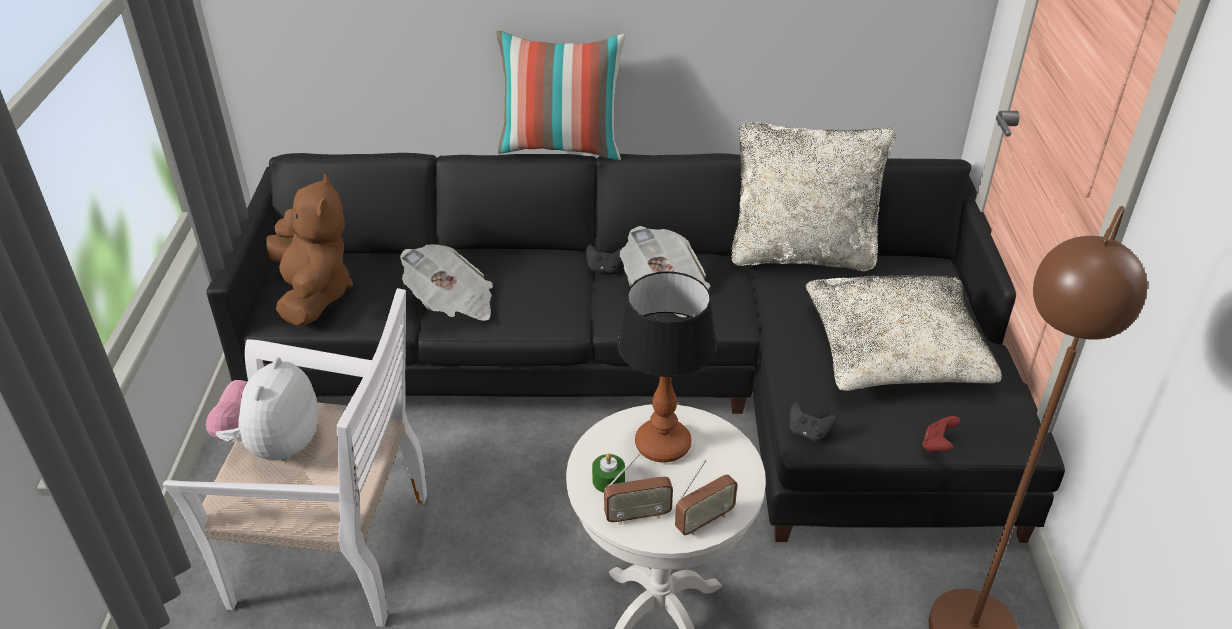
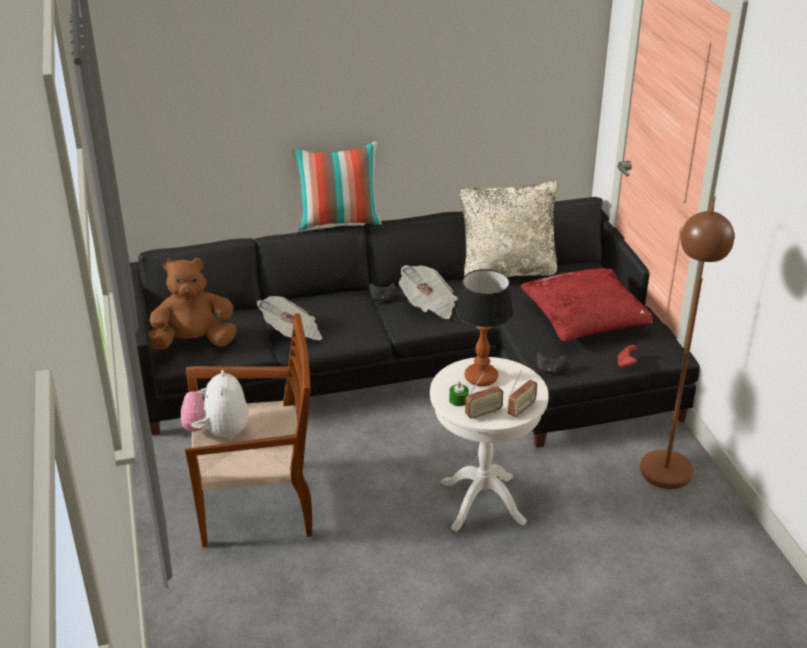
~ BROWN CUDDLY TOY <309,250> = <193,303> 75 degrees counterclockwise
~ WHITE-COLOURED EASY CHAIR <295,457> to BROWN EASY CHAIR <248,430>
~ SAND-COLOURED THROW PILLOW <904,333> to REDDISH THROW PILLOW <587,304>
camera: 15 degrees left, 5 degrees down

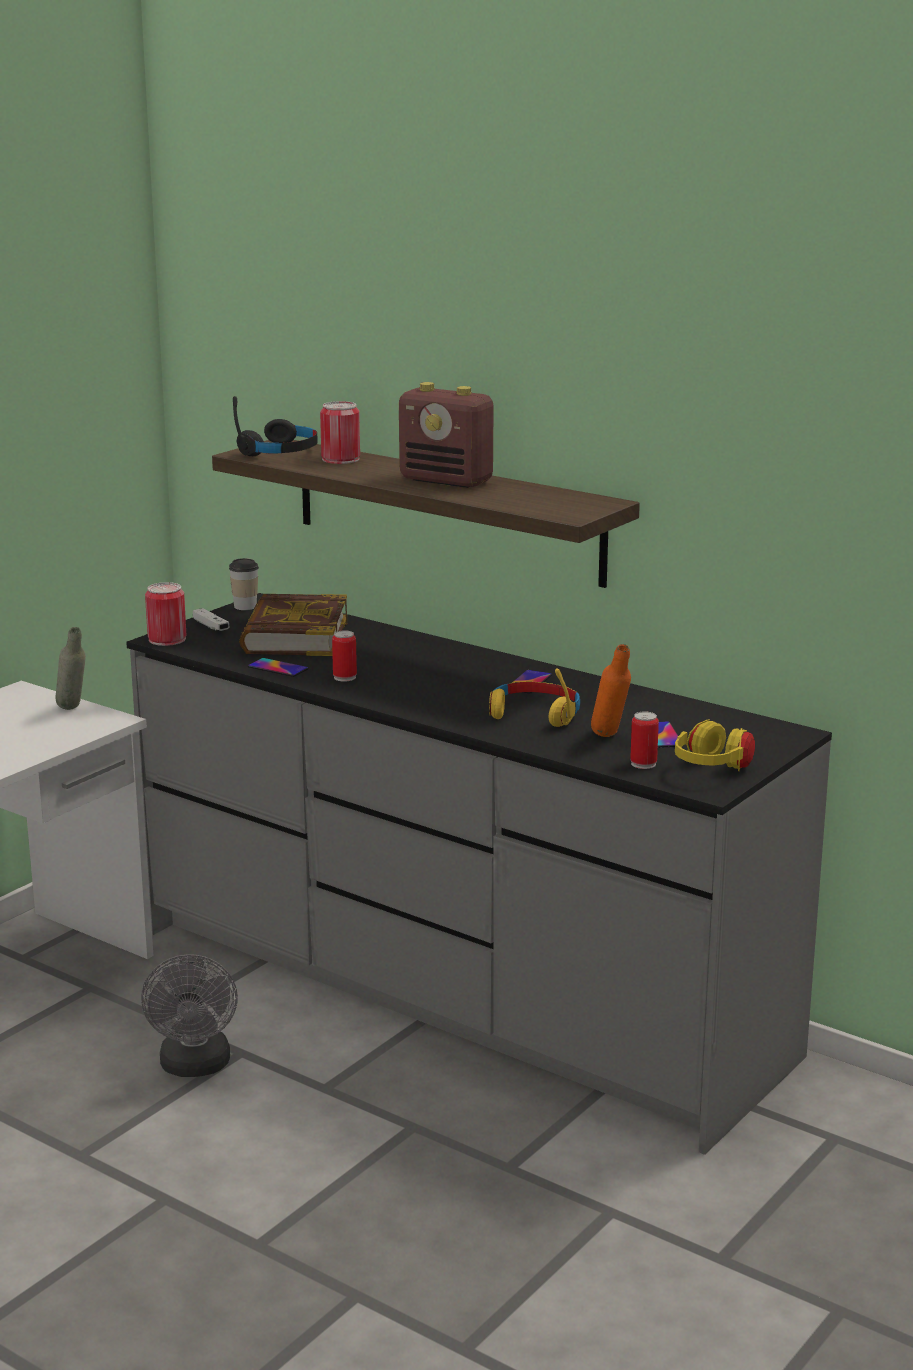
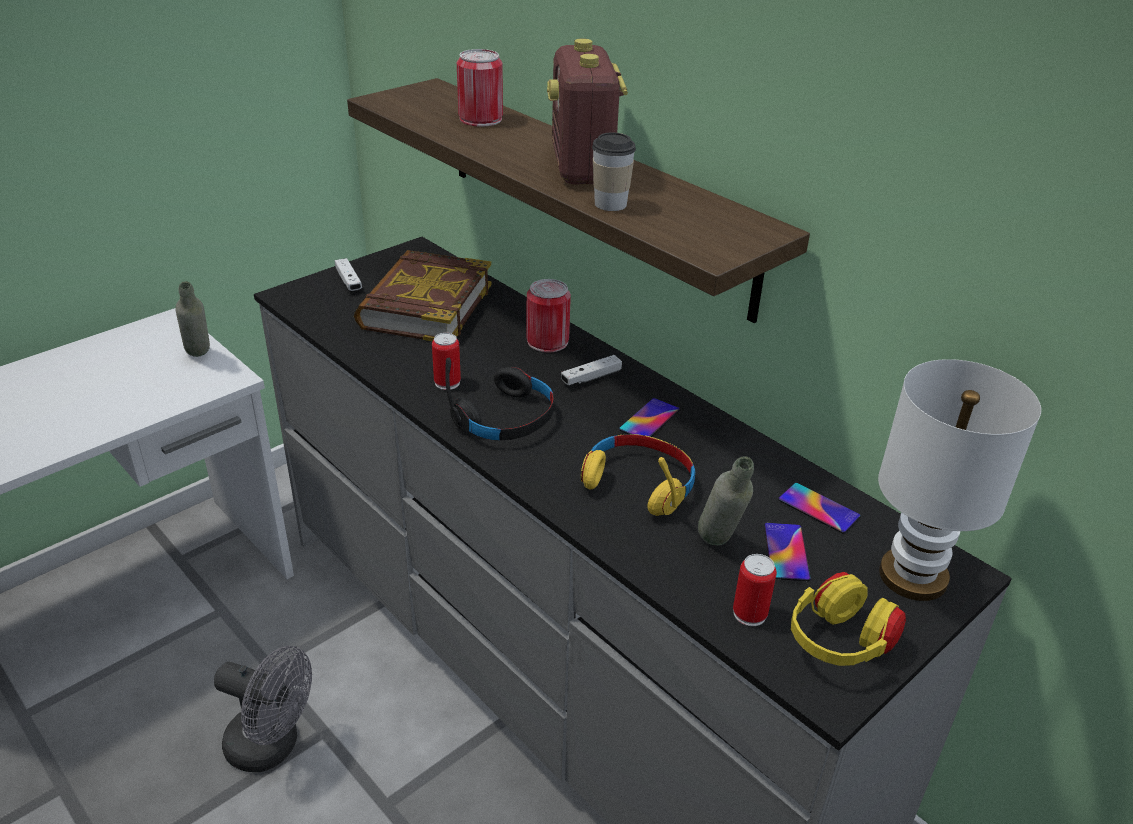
~ GREYISH ELECTRIC FAN <189,1015> = <263,709> 75 degrees counterclockwise
~ BLACKISH HEADPHONES <275,426> to <499,399>
~ SEALED CAN <165,614> to <548,316>
~ RADIO <446,435> = <587,111> 45 degrees clockwise
+ WHITE-COLOURED GAMEPAD <591,370>
~ SMALL CUP <244,584> to <614,171>
~ ORANGE BOTTLE <611,690> to GREYISH BOTTLE <726,500>
~ TELEPHONE <278,667> to <819,508>
+ WHITE-COLOURED LAMP FOR A TABLE <959,480>
camera: 10 degrees right, 15 degrees up

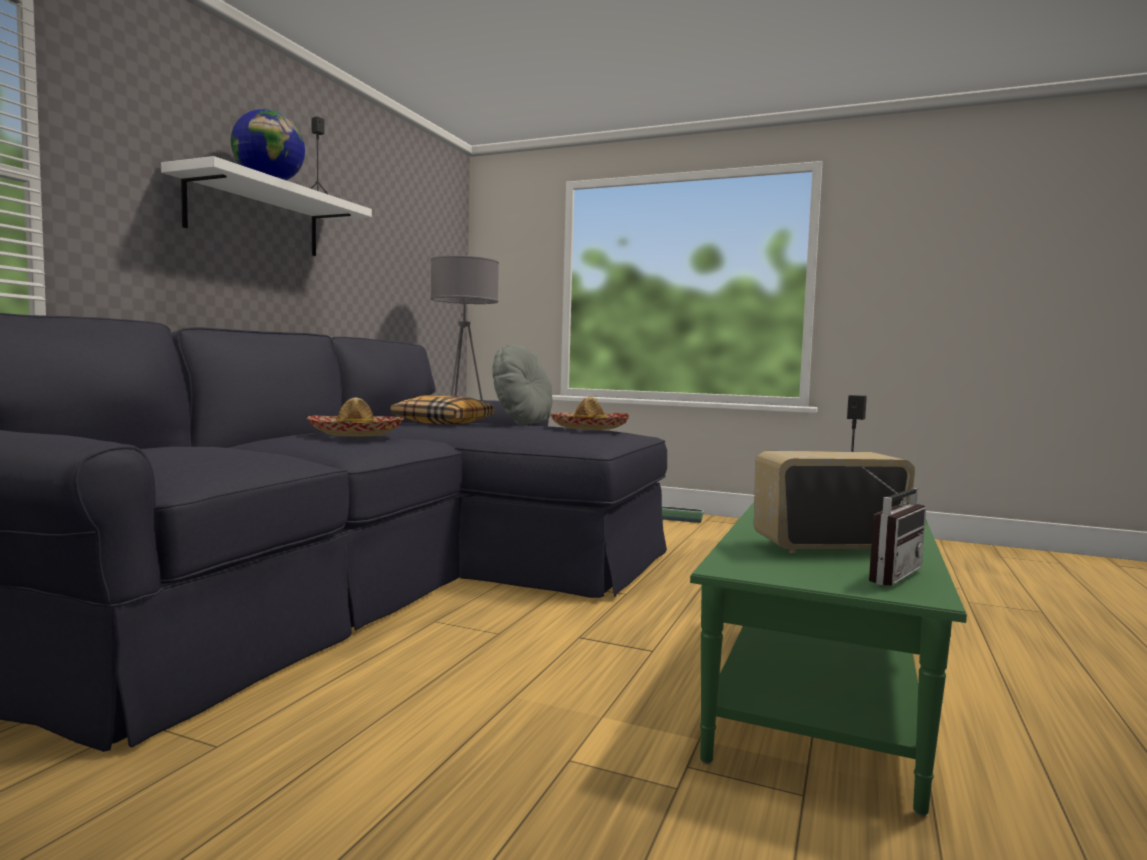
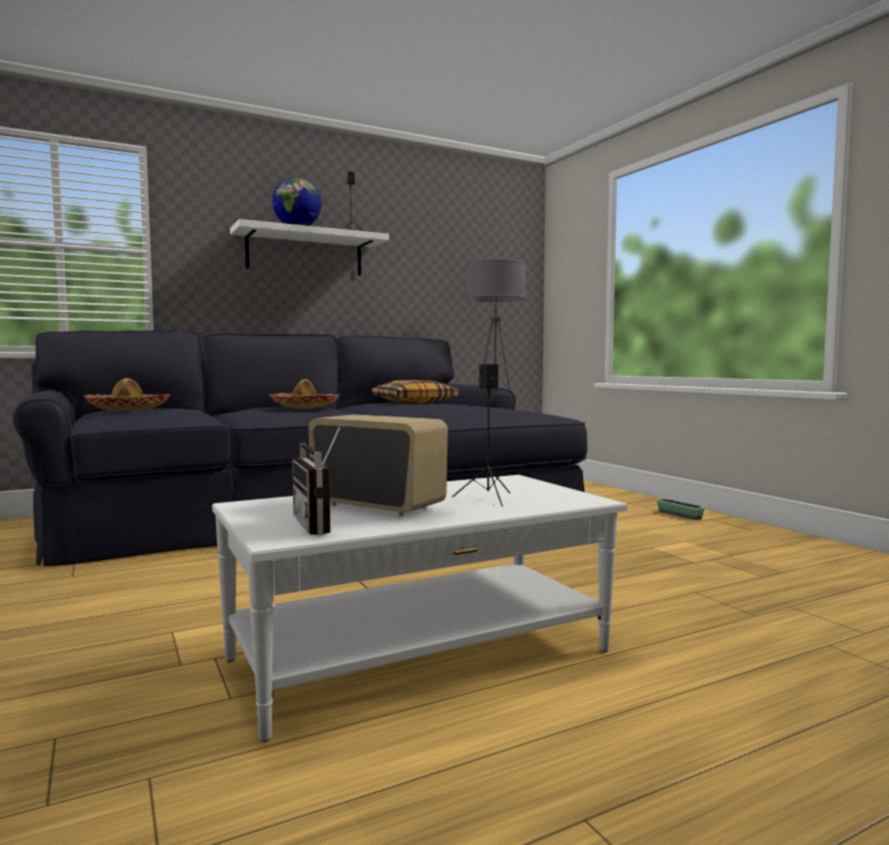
~ CLOTHING HAT <590,413> to <127,394>
~ GREEN COFFEE TABLE <828,659> to WHITE-COLOURED COFFEE TABLE <419,608>
~ RADIO <894,526> = <316,479> 75 degrees clockwise
- GREYISH THROW PILLOW <522,385>
camera: 40 degrees right, 0 degrees up

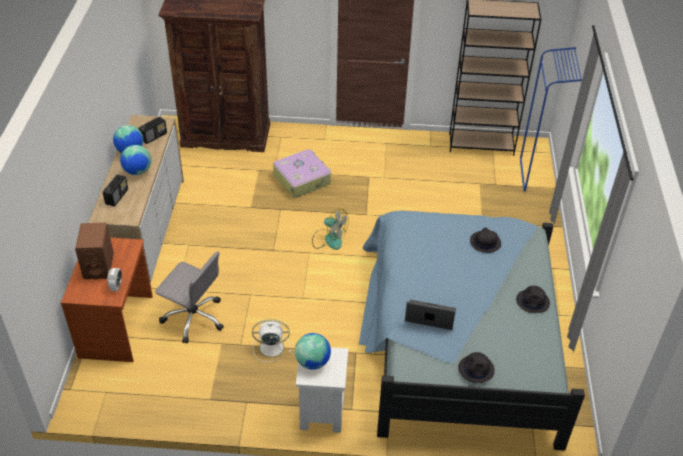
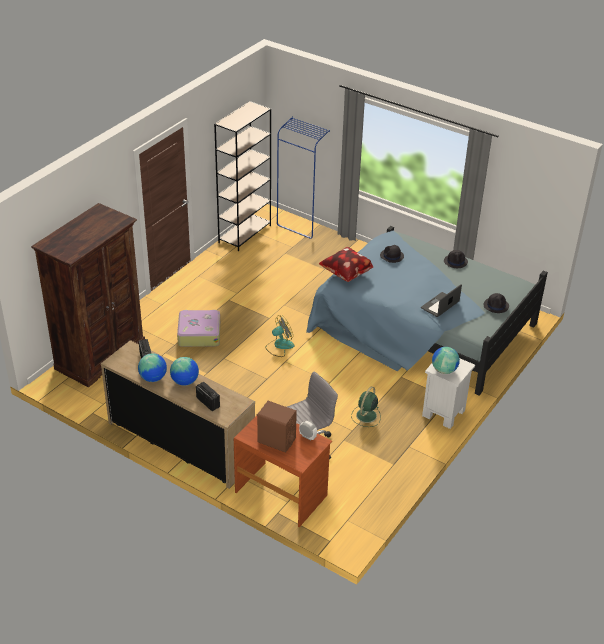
+ THROW PILLOW <346,264>
~ WHITE-COLOURED ELECTRIC FAN <271,340> to GREEN ELECTRIC FAN <366,406>
camera: 60 degrees left, 5 degrees down

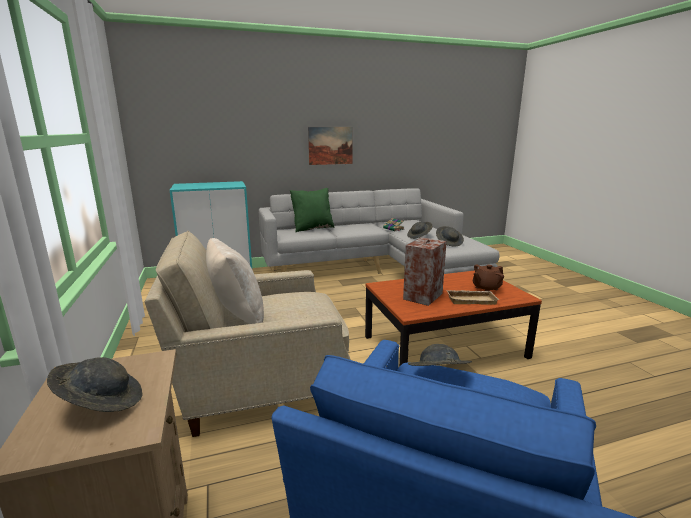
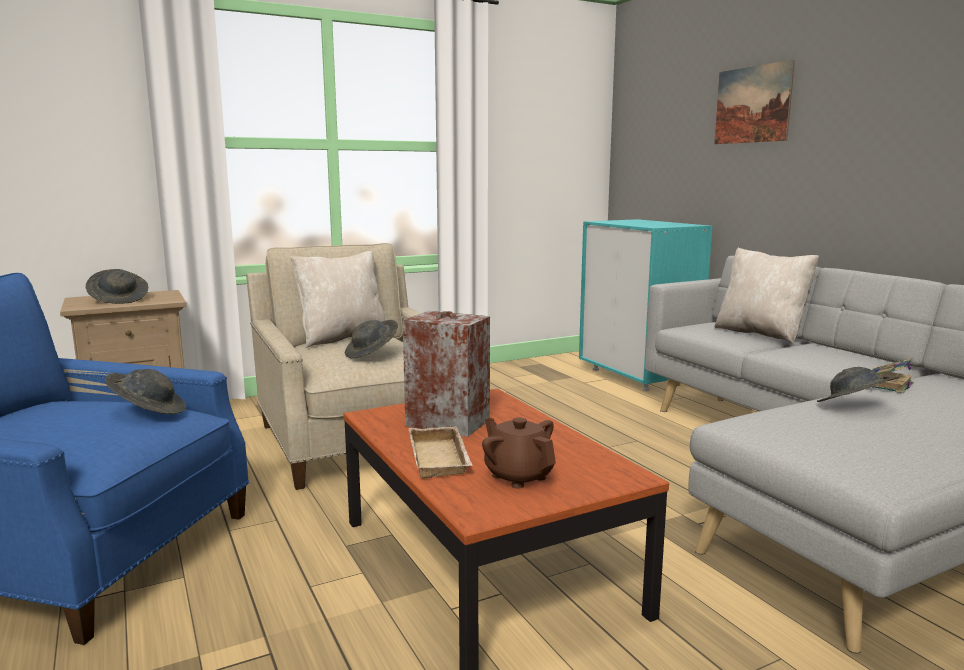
~ GREYISH CLOTHING HAT <450,236> to <371,339>
~ WALL PICTURE <330,146> to <754,102>
~ GREEN THROW PILLOW <312,210> to SAND-COLOURED THROW PILLOW <767,296>
camera: 80 degrees right, 5 degrees down

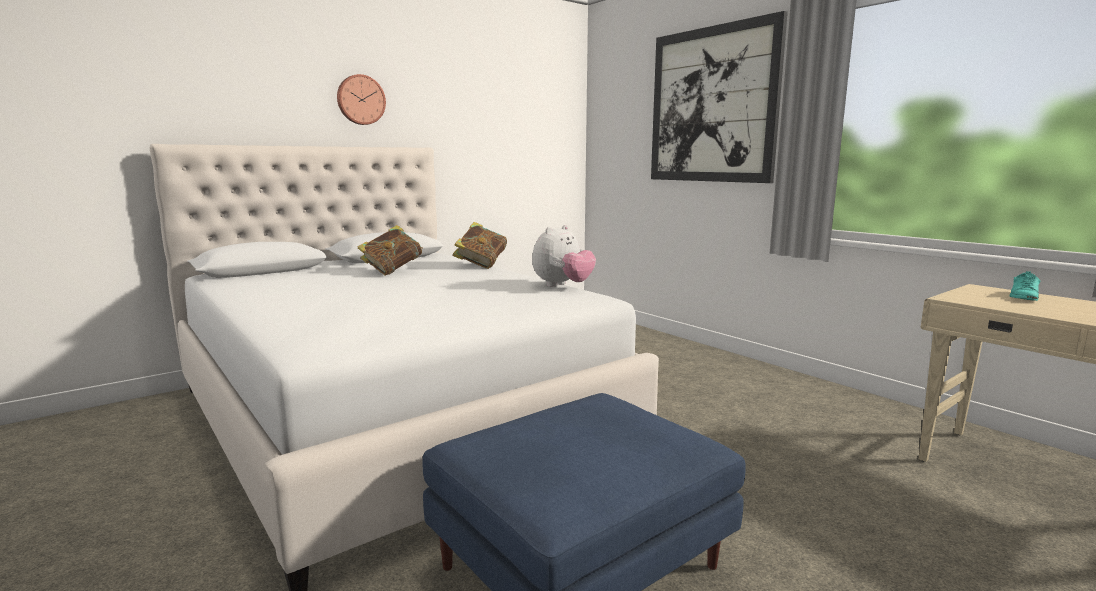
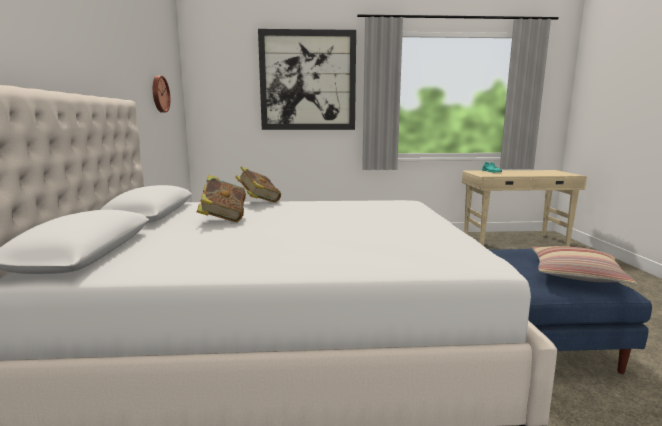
~ HANGING CLOCK <361,99> to <161,94>
+ THROW PILLOW <584,265>
- CUDDLY TOY <564,256>
camera: 55 degrees left, 0 degrees up

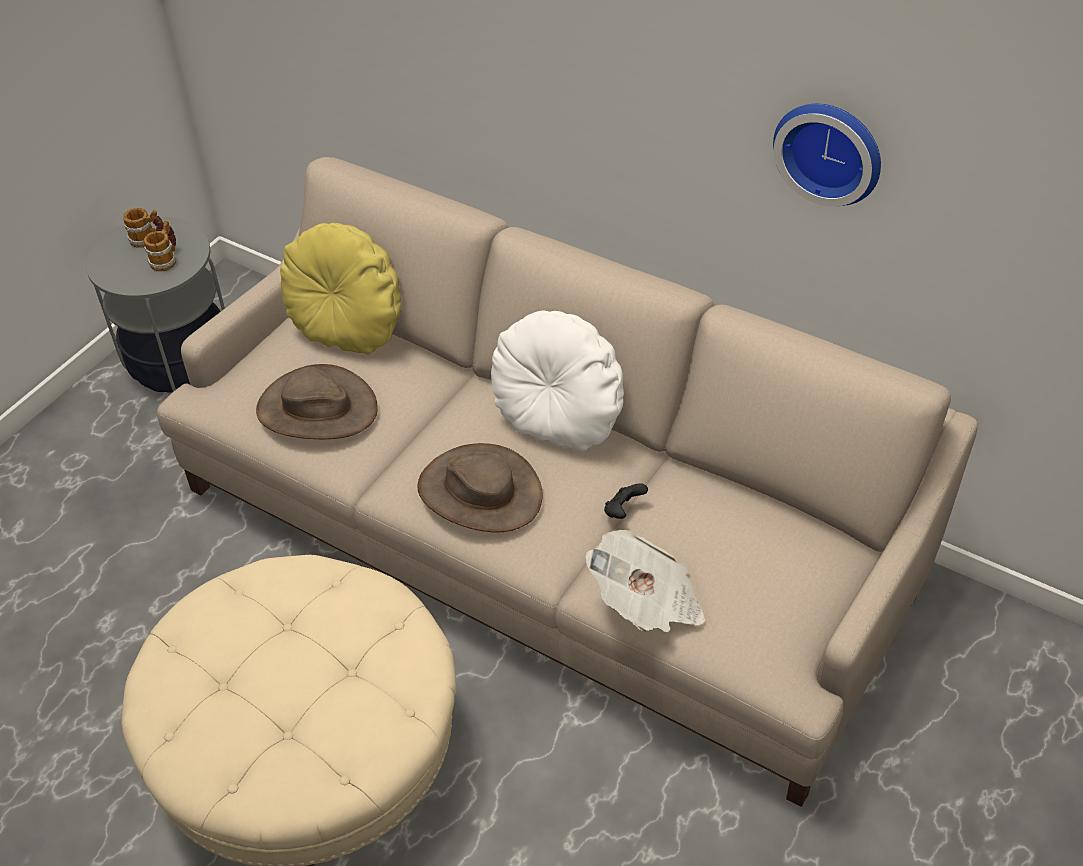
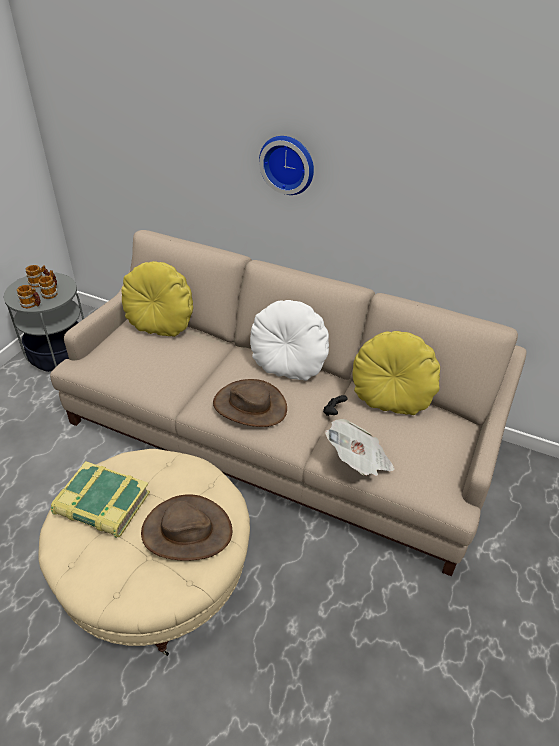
+ MUG <29,296>
+ BOOK <100,499>
~ BROWN CLOTHING HAT <317,401> to <186,527>
~ HANGING CLOCK <827,155> to <286,165>
+ YELLOW THROW PILLOW <396,373>
camera: 10 degrees left, 5 degrees down

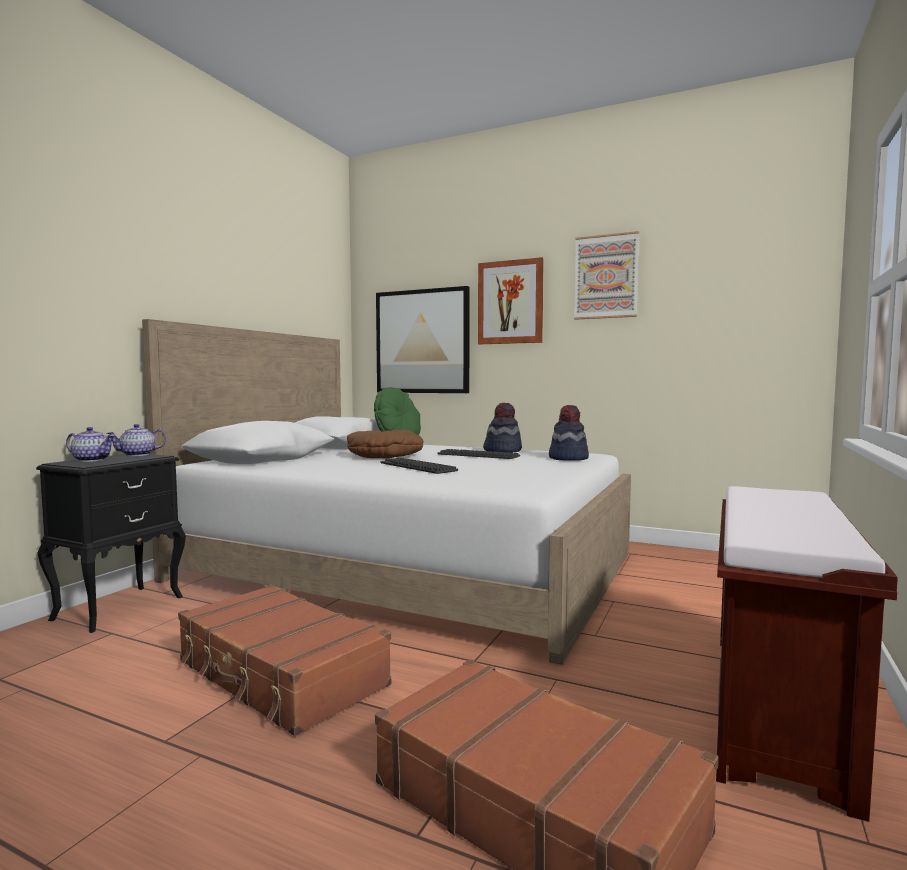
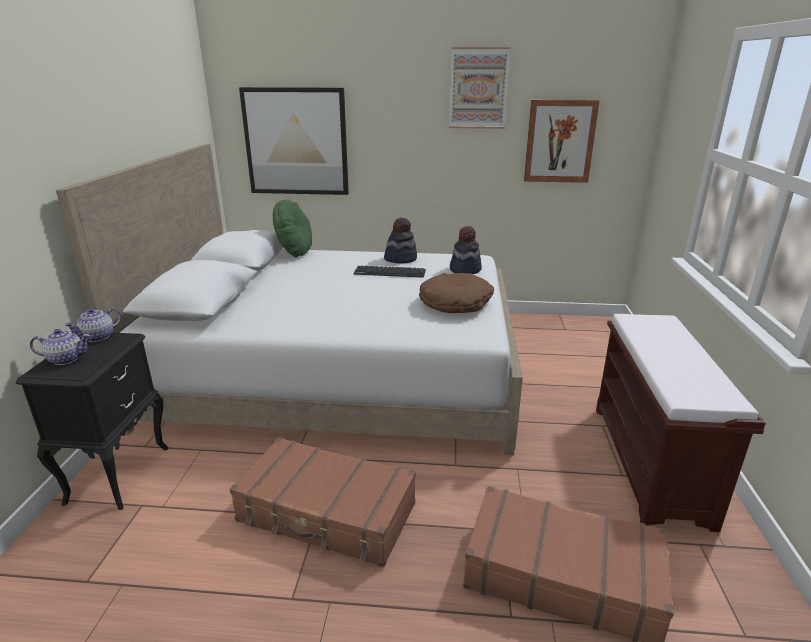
~ BROWN THROW PILLOW <385,444> to <456,293>
~ WALL PICTURE <511,300> to <562,141>
- PC KEYBOARD <419,466>
camera: 20 degrees left, 20 degrees up

